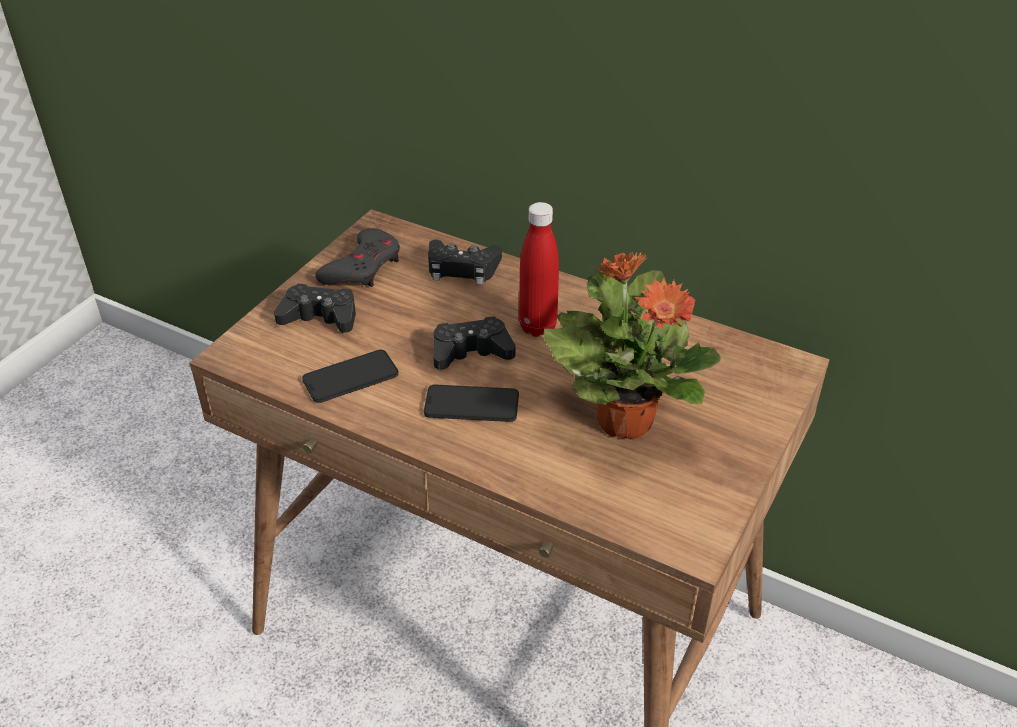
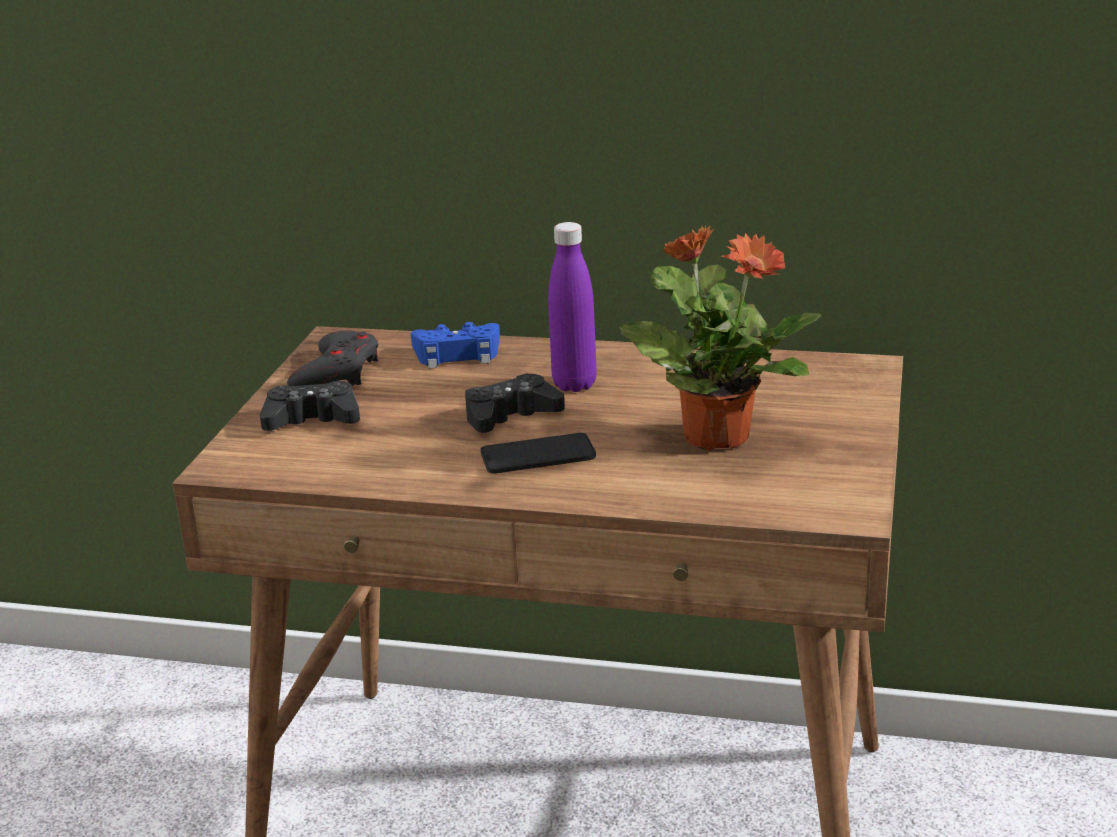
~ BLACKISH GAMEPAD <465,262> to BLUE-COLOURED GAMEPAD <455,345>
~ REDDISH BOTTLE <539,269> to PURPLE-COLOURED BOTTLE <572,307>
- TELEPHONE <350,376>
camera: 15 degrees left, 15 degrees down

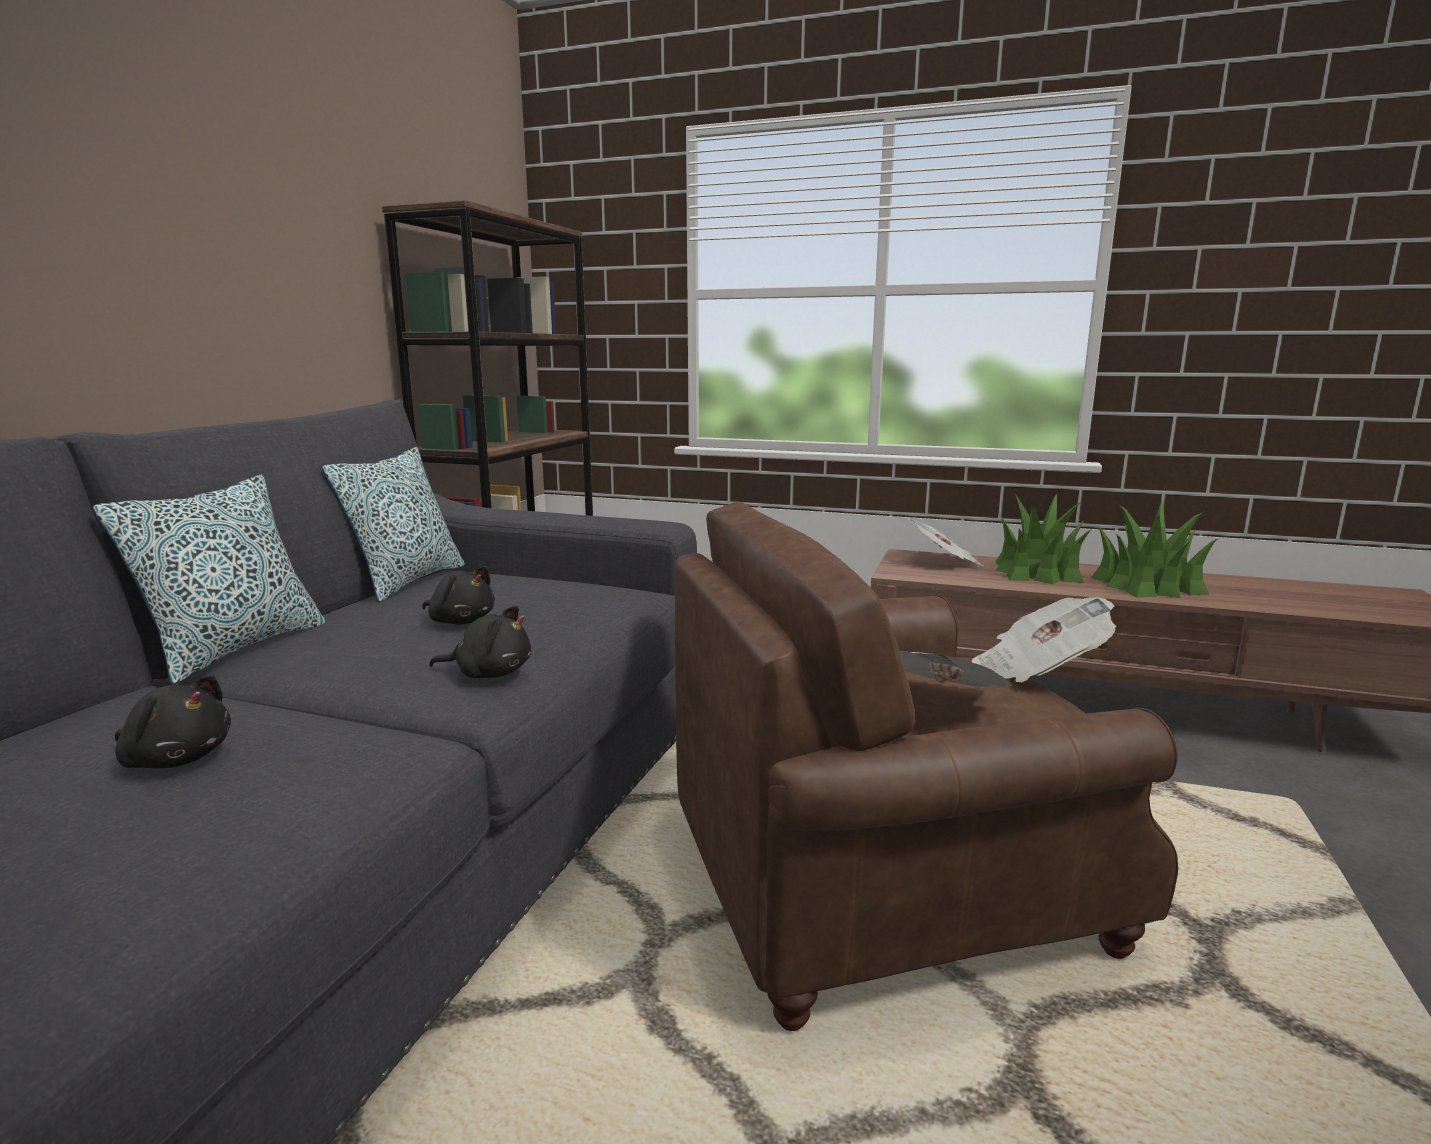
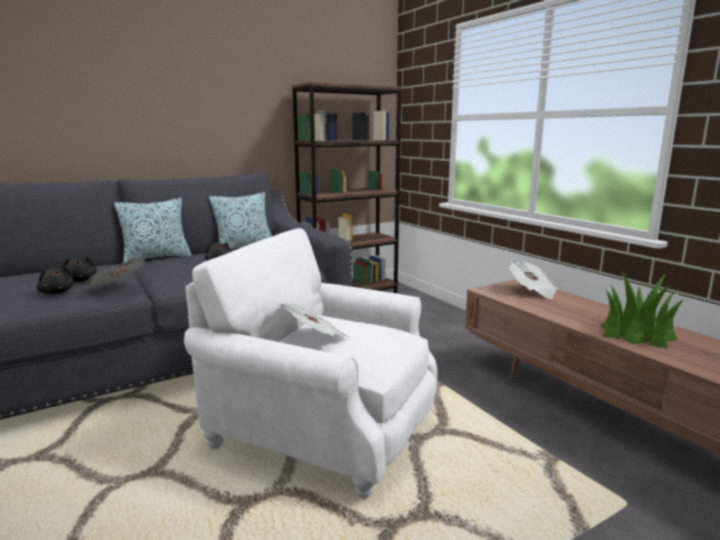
~ BLACKISH CUDDLY TOY <480,642> to <55,280>
~ NEWSPAPER <1044,639> to <115,272>
~ BROWN EASY CHAIR <926,766> to WHITE-COLOURED EASY CHAIR <310,363>
- HOUSEPLANT <1043,539>
camera: 40 degrees right, 0 degrees up

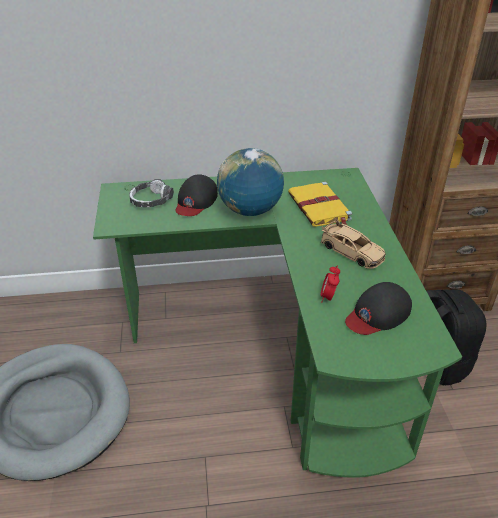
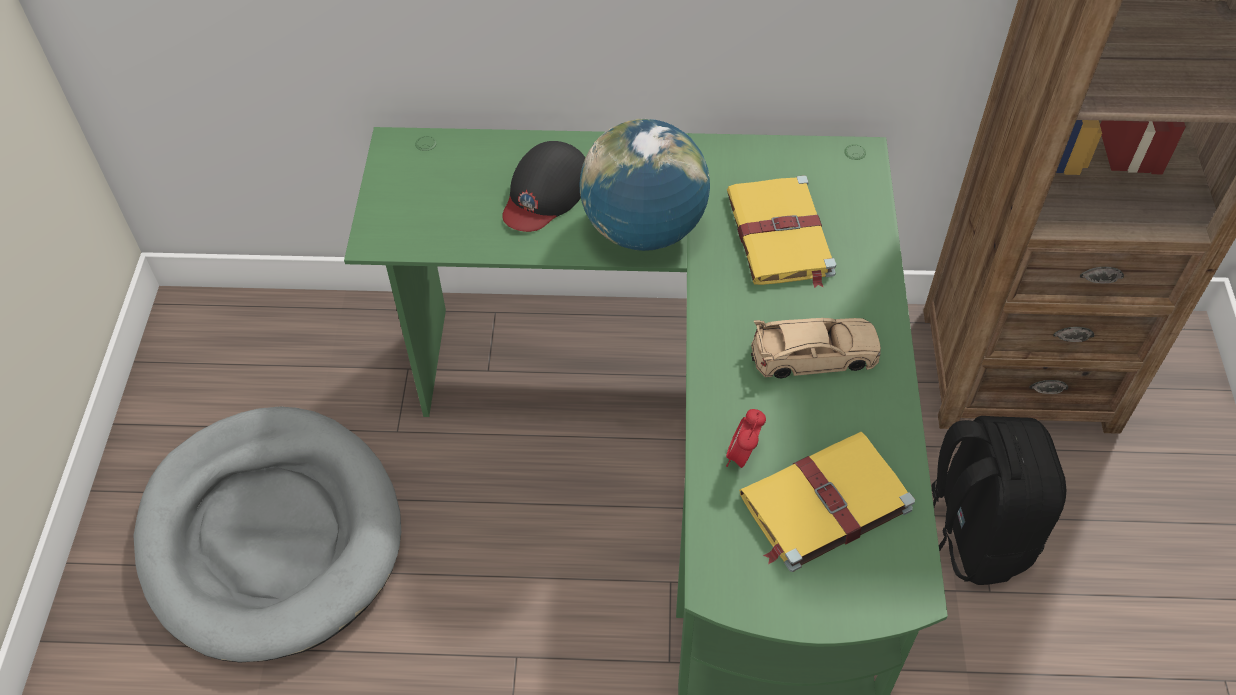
~ BLACKISH BASEBALL CAP <378,308> to YELLOW BOOK <827,502>
~ SAND-COLOURED MODEL CAR <353,243> = <816,348> 60 degrees counterclockwise
- HEADPHONES <151,193>
camera: 10 degrees right, 15 degrees up

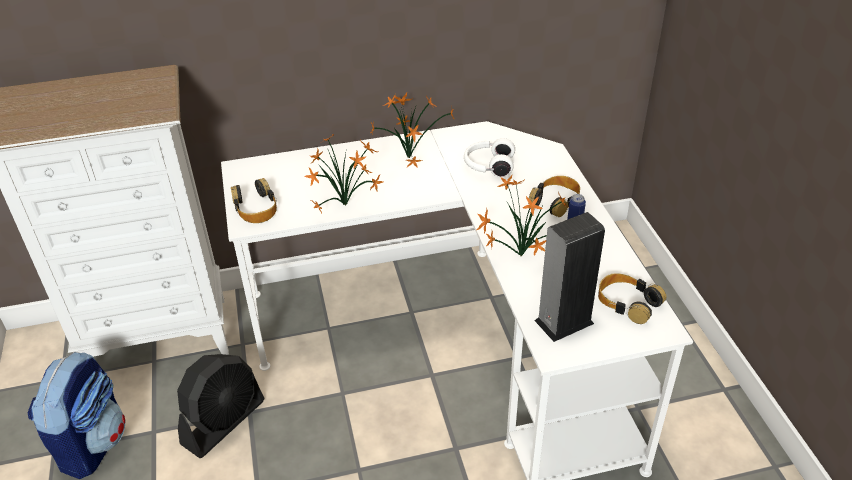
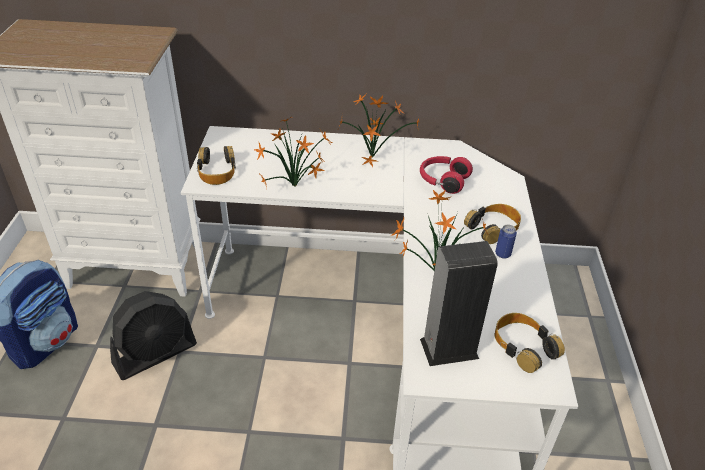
~ WHITE-COLOURED HEADPHONES <489,157> to REDDISH HEADPHONES <446,175>
camera: 15 degrees right, 0 degrees up

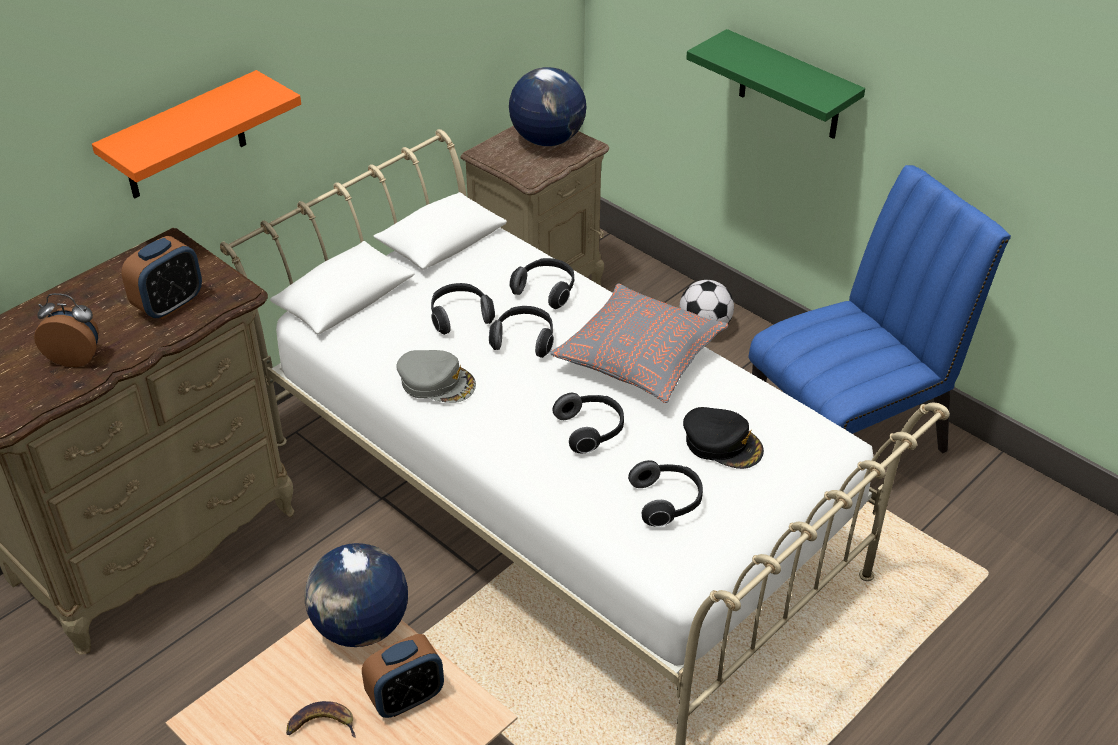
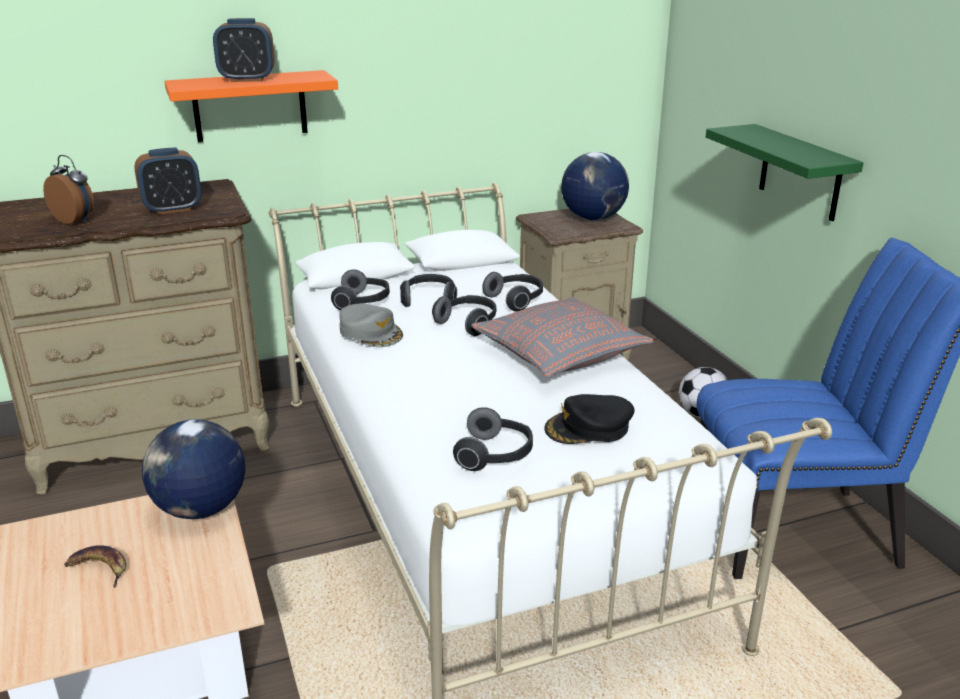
~ ALARM CLOCK <403,676> to <244,50>
~ HEADPHONES <588,423> to <360,289>
~ BLACKISH BASEBALL CAP <723,438> = <589,419> 105 degrees clockwise
camera: 25 degrees right, 15 degrees down

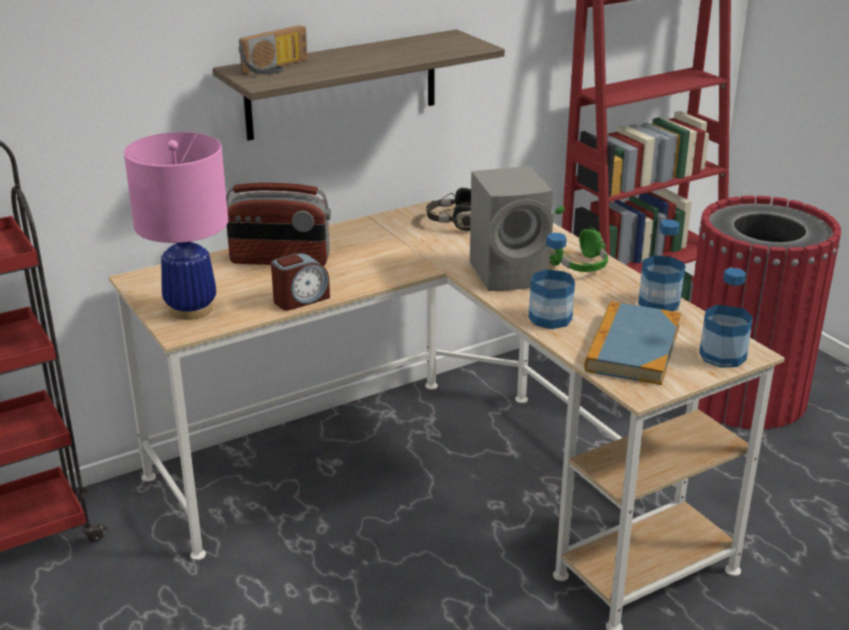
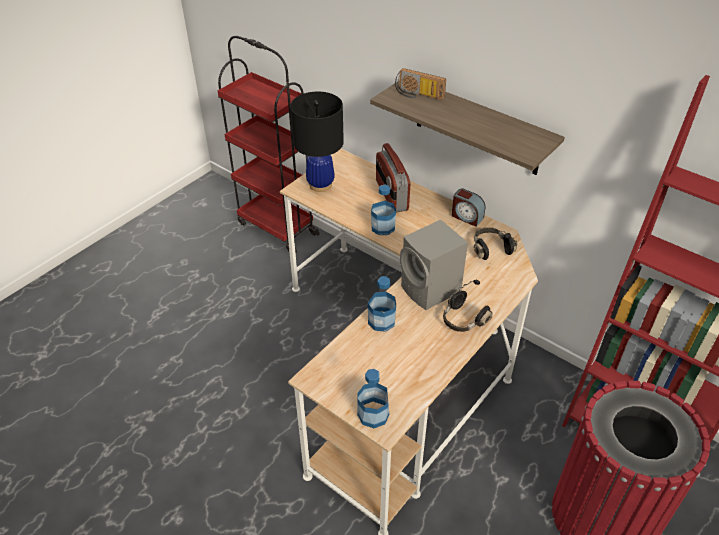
~ PINK-COLOURED LAMP FOR A TABLE <176,226> to BLACKISH LAMP FOR A TABLE <317,142>
~ BOTTLE <662,265> to <383,209>
~ GREEN HEADPHONES <578,239> to BLACKISH HEADPHONES <468,306>
~ ALARM CLOCK <300,282> to <468,207>
- BOOK <632,343>
camera: 70 degrees right, 15 degrees up

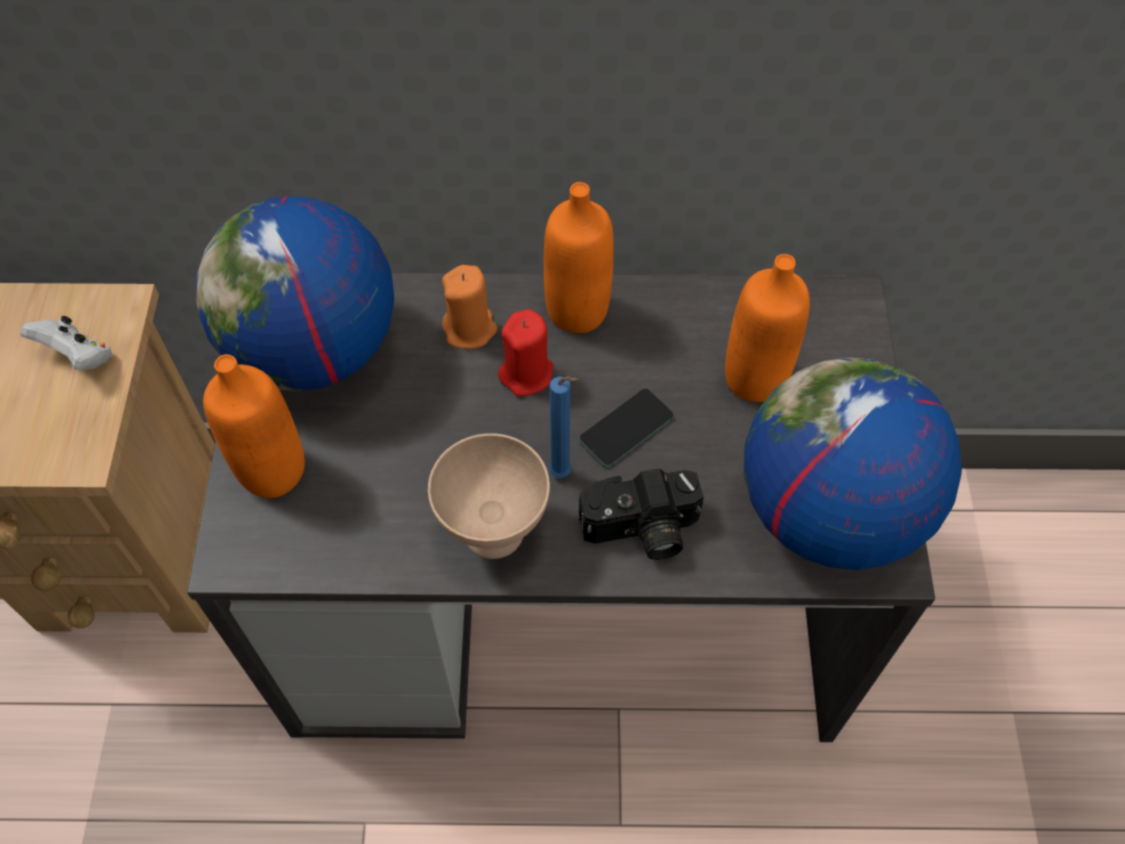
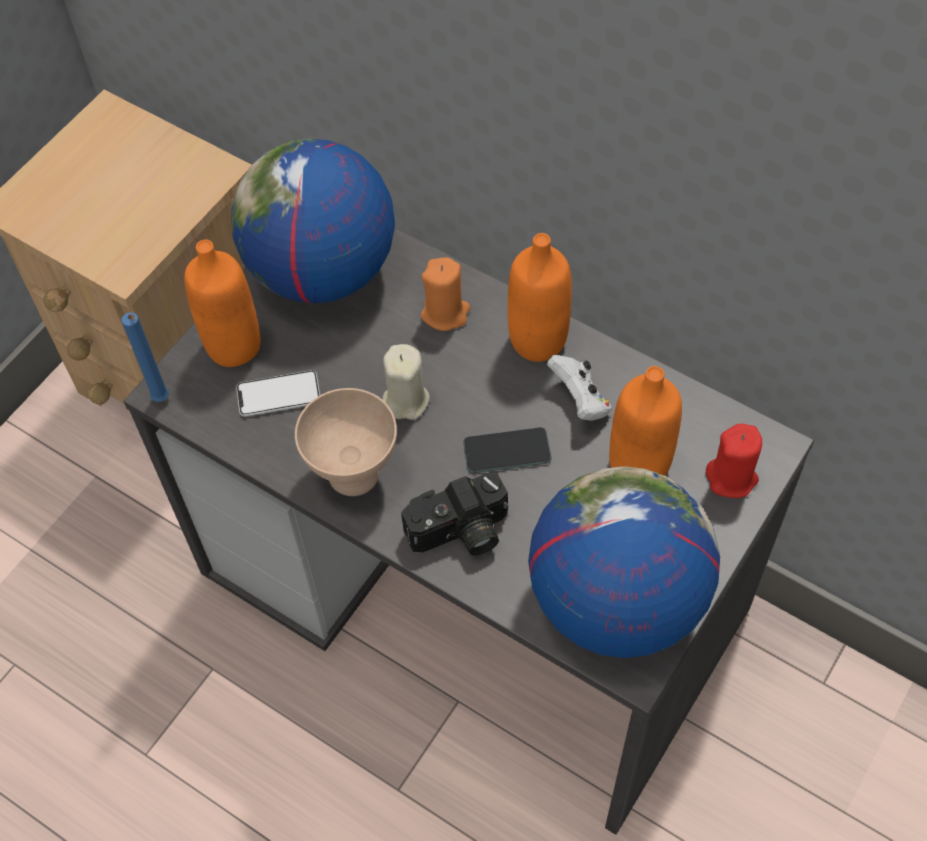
~ BLUE-COLOURED WAX LIGHT <564,427> to <145,357>
+ TELEPHONE <278,393>
+ SAND-COLOURED WAX LIGHT <406,382>
~ PHOTO CAMERA <641,514> = <454,514> 45 degrees counterclockwise
~ WHITE-COLOURED GAMEPAD <66,343> to <579,388>
~ REDDISH WAX LIGHT <525,352> to <734,460>
camera: 35 degrees right, 0 degrees up

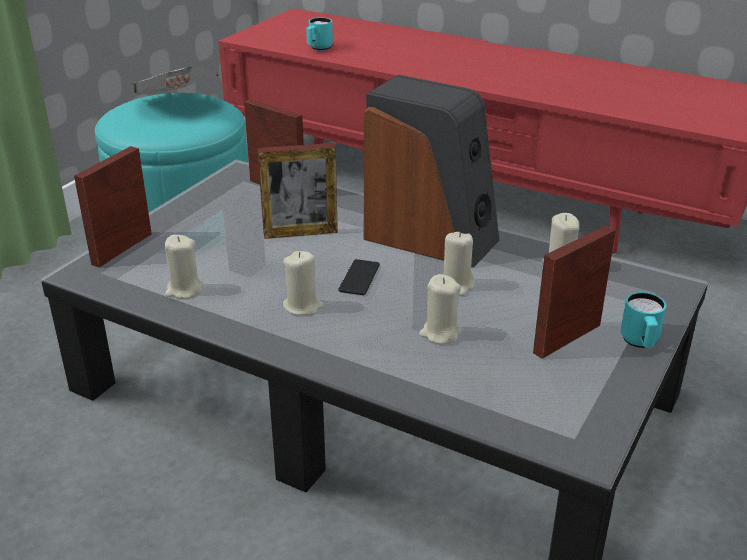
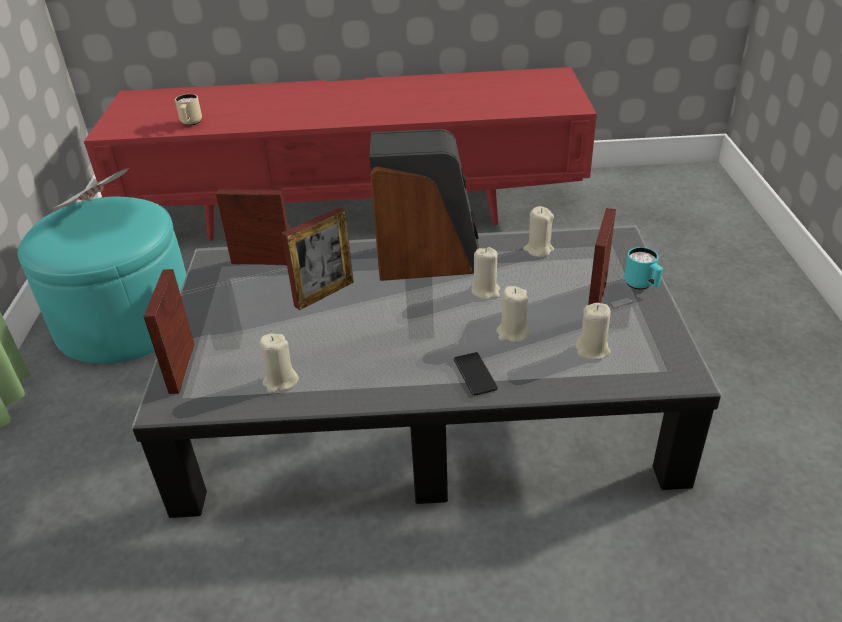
~ TURQUOISE-COLOURED MUG <319,34> to SAND-COLOURED MUG <188,110>
~ TELEPHONE <359,277> to <476,374>
~ SAND-COLOURED WAX LIGHT <302,283> to <593,331>
camera: 30 degrees left, 5 degrees up

